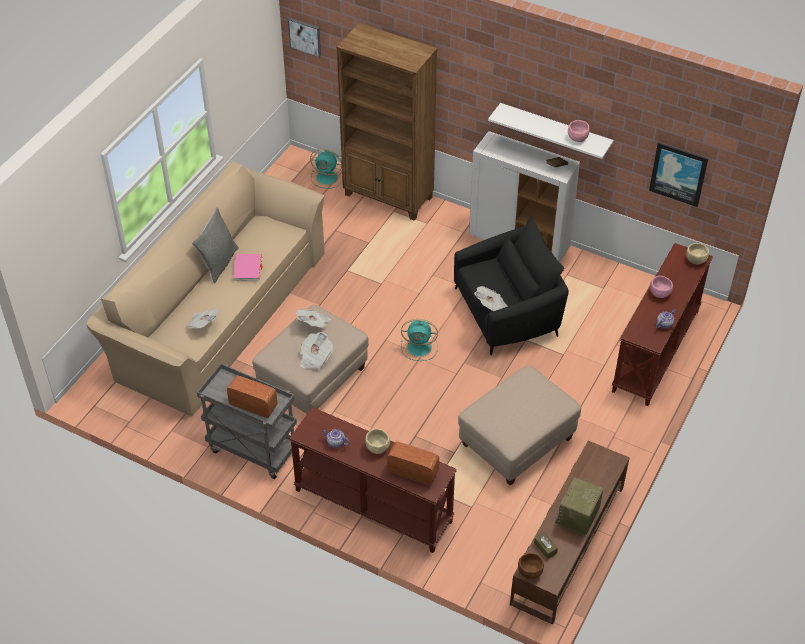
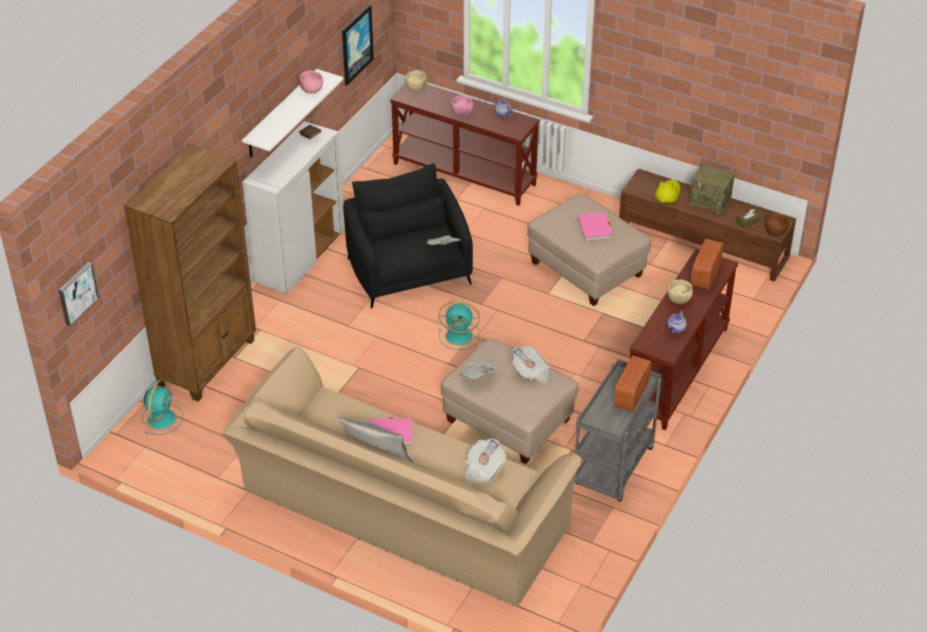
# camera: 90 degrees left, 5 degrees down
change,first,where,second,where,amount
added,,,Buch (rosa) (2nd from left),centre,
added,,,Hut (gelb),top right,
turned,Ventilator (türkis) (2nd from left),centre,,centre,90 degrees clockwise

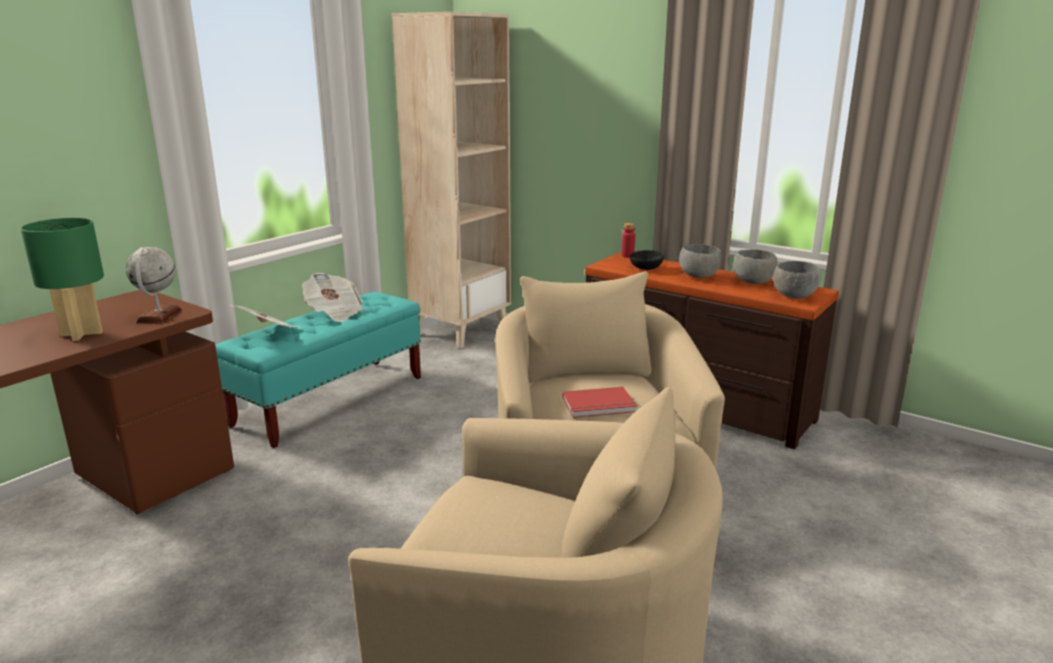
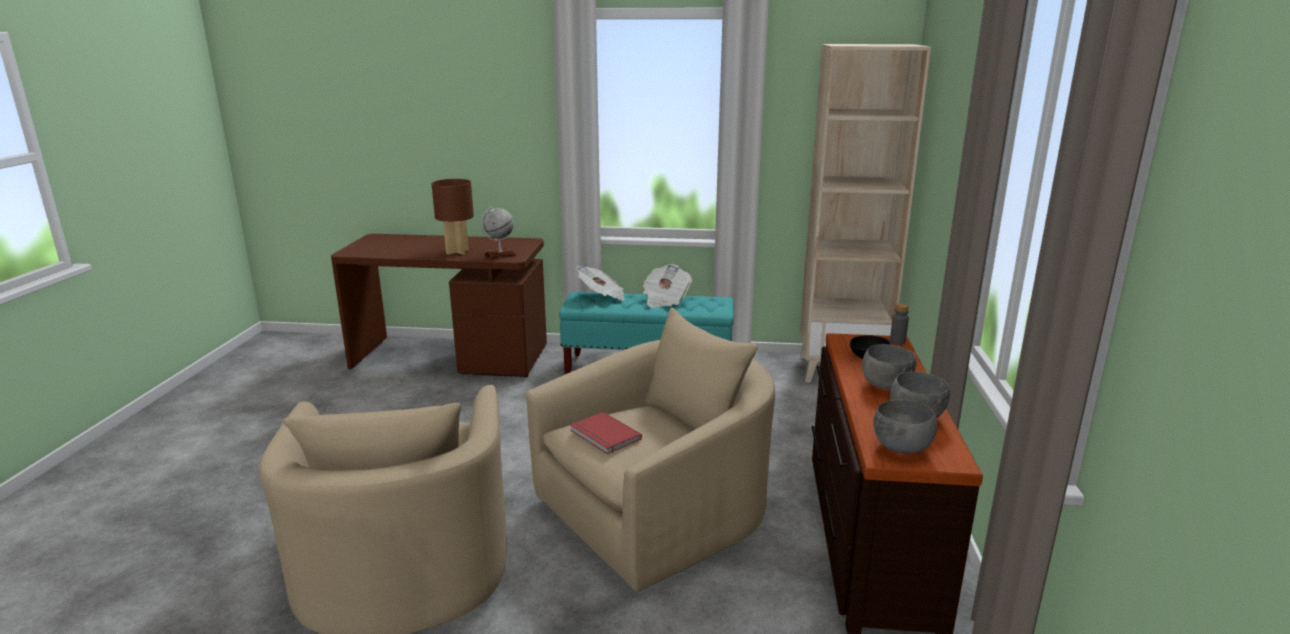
# camera: 60 degrees right, 0 degrees up
change,first,where,second,where,amount
recoloured,Tischlampe (grün),middle left,Tischlampe (braun),centre,
recoloured,Flasche (rot),centre,Flasche (grau),middle right,

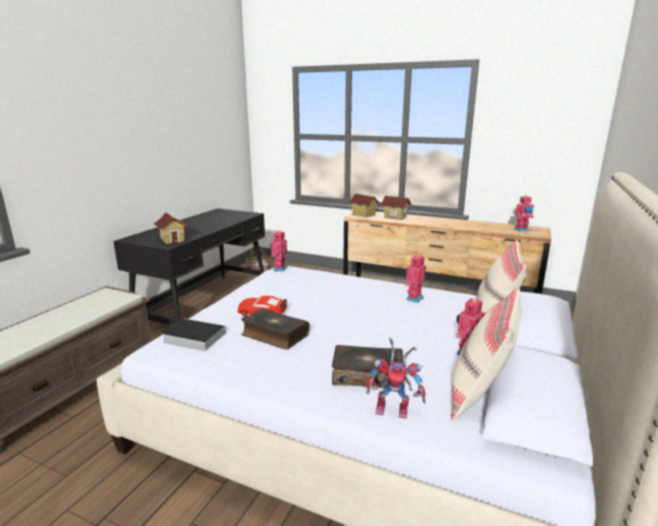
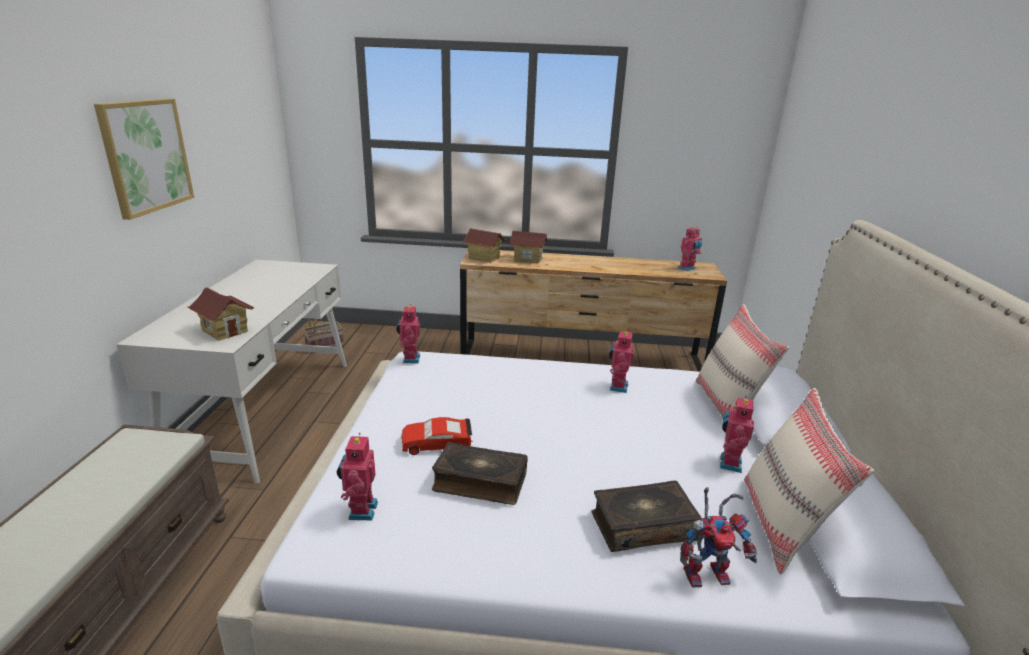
# camera: 20 degrees left, 5 degrees up
change,first,where,second,where,amount
added,,,Bild,top left,
replaced,Buch (1st from left),middle left,Spielzeugroboter (1st from left),bottom centre,
recoloured,Schreibtisch (schwarz),middle left,Schreibtisch (weiß),middle left,

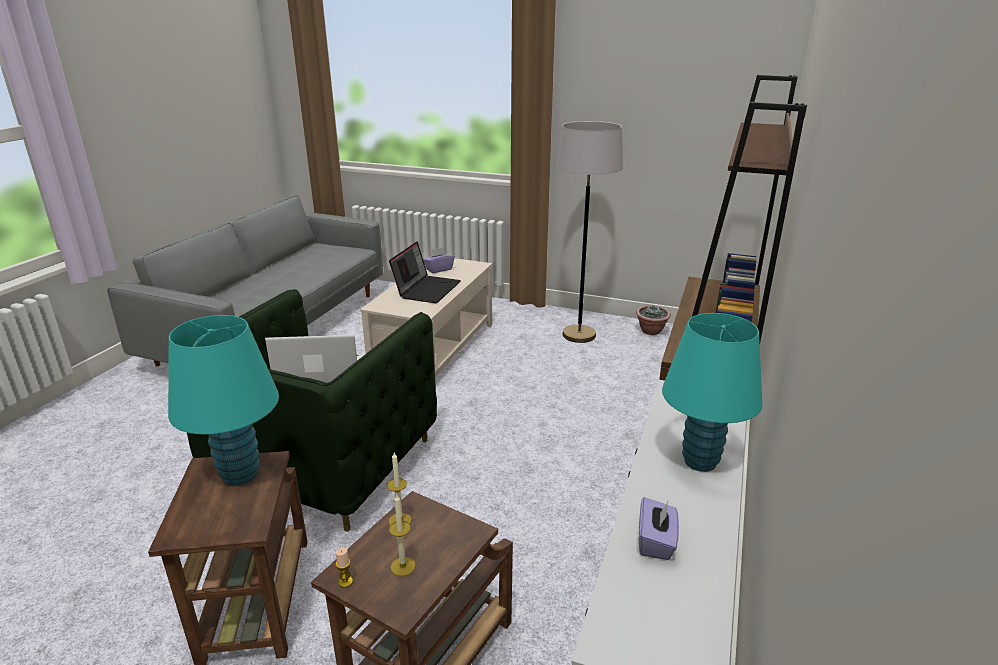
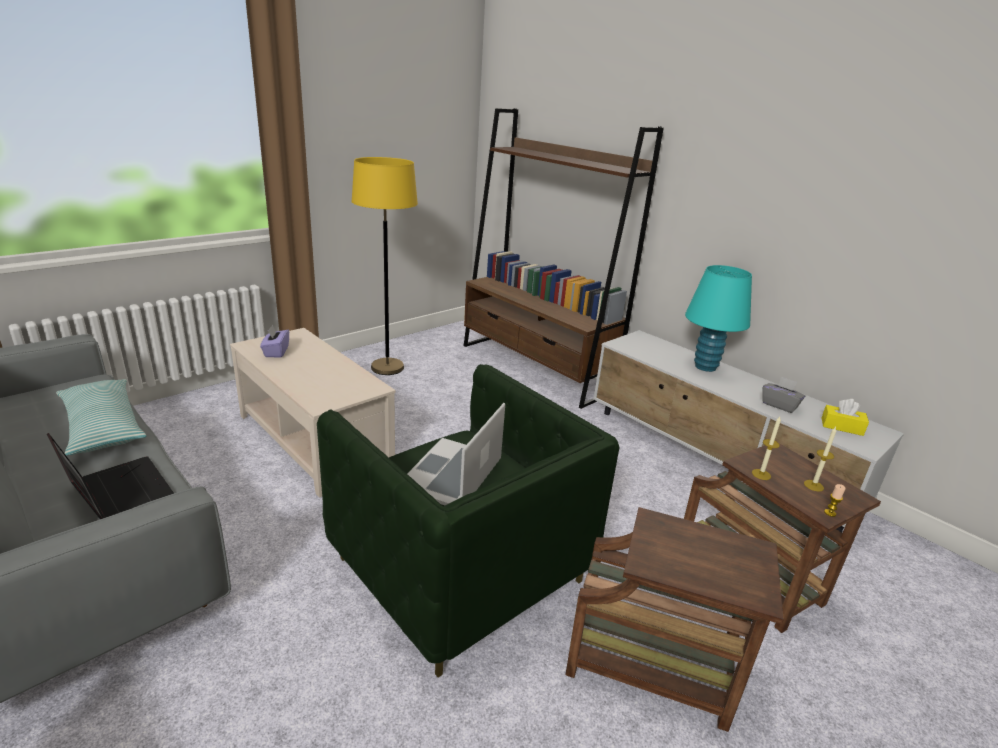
# camera: 65 degrees left, 0 degrees up
change,first,where,second,where,amount
removed,Tischlampe (türkis) (1st from left),middle left,,,
removed,Topfpflanze,centre,,,
added,,,Kissen,middle left,
added,,,Taschentuchbox (gelb),middle right,
moved,Laptop (2nd from left in the first image),centre,Laptop (1st from left),middle left,
recoloured,Stehlampe (grau),centre,Stehlampe (gelb),centre,
recoloured,Taschentuchbox (lila) (2nd from left),bottom centre,Taschentuchbox (grau),middle right,

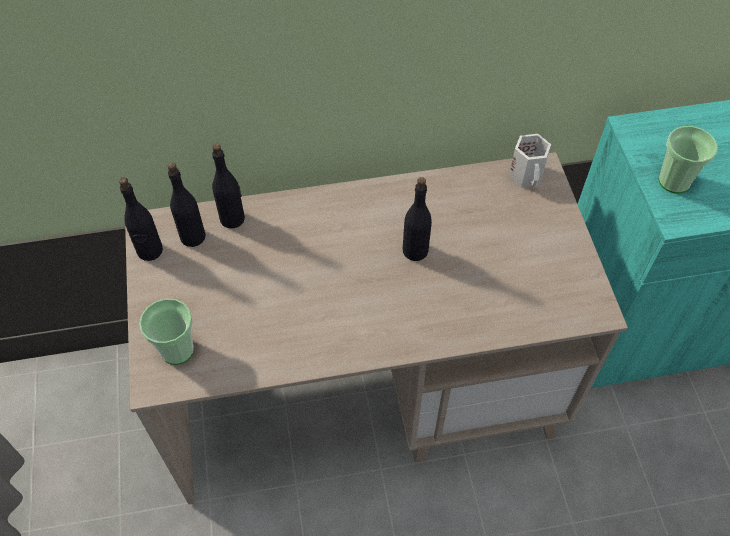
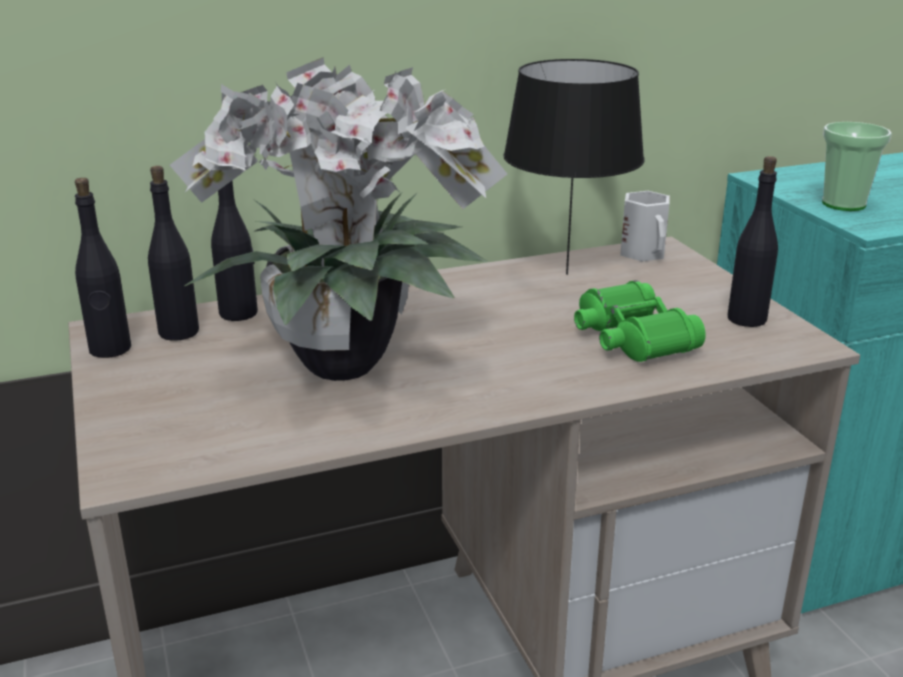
# camera: 10 degrees left, 30 degrees down
change,first,where,second,where,amount
removed,Tasse (1st from left),middle left,,,
added,,,Topfpflanze,top centre,
added,,,Tischlampe (schwarz),top centre,
added,,,Fernglas (grün),middle right,
moved,Flasche (schwarz) (4th from left),centre,,middle right,

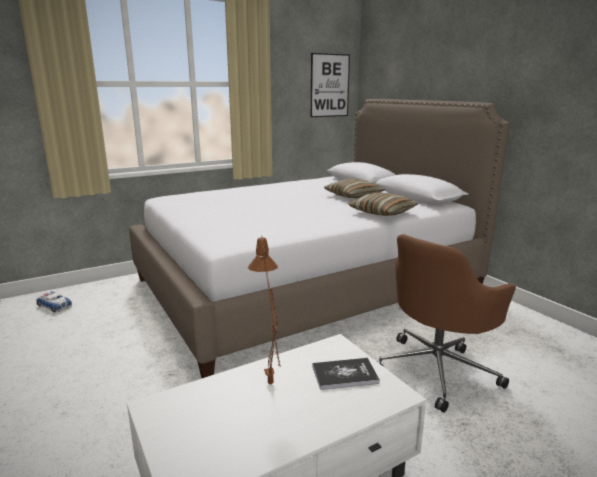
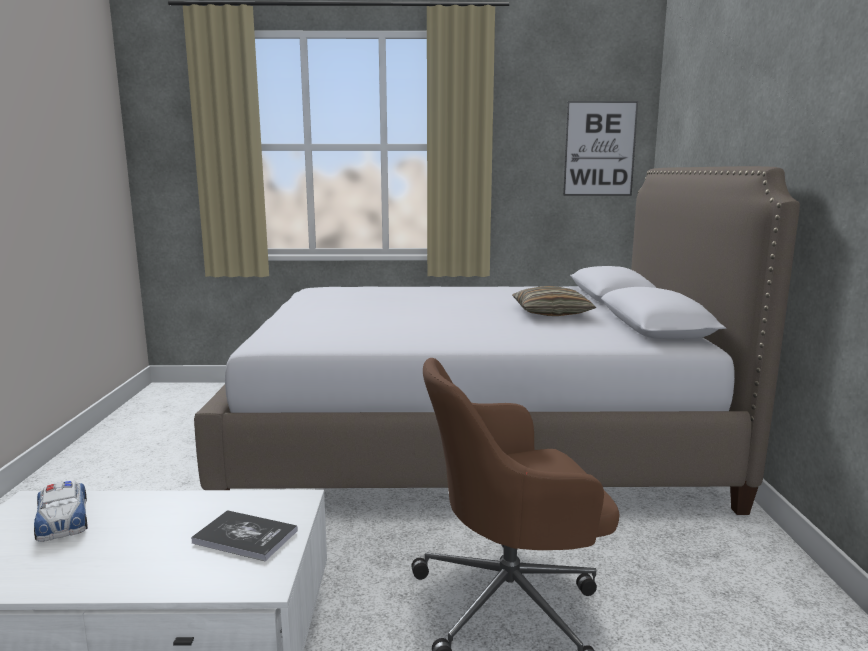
# camera: 30 degrees right, 5 degrees down
change,first,where,second,where,amount
removed,Tischlampe (braun),centre,,,
removed,Kissen (2nd from left),centre,,,
moved,Spielzeugauto,middle left,,bottom left,

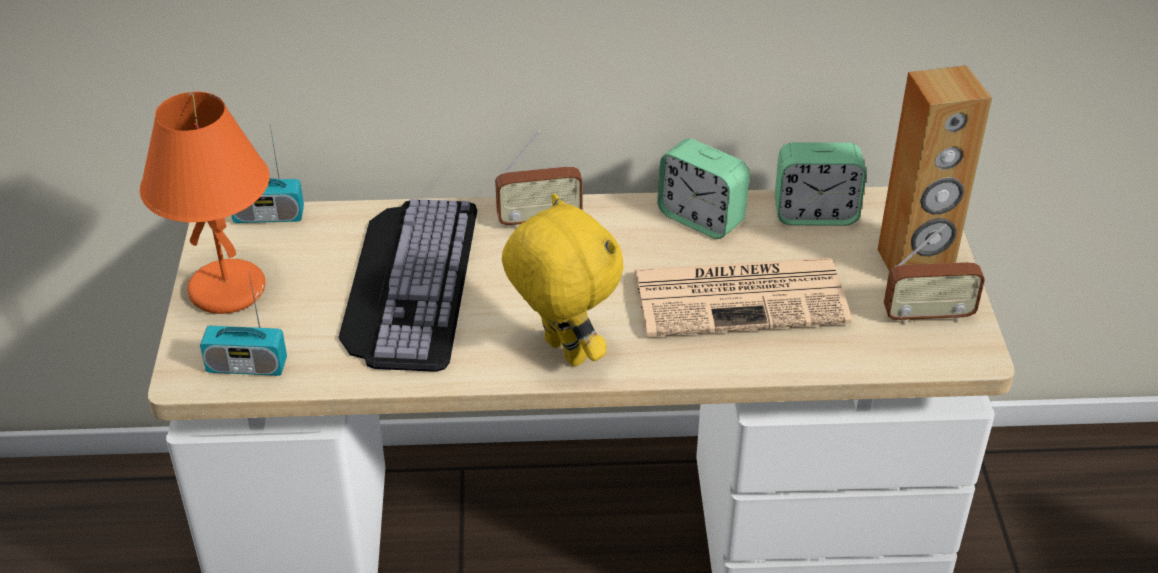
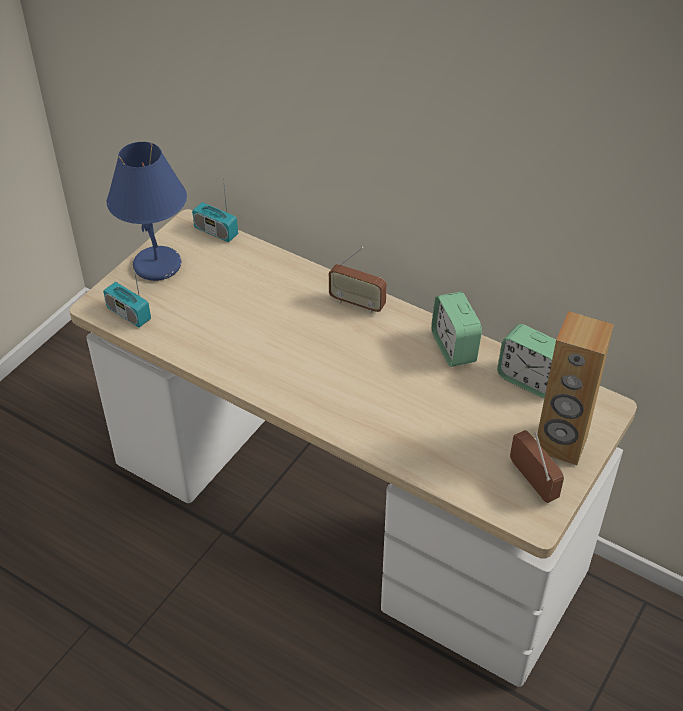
# camera: 35 degrees right, 5 degrees up
change,first,where,second,where,amount
removed,Tastatur,centre,,,
removed,Plüschtier (gelb),centre,,,
removed,Zeitung,centre,,,
recoloured,Tischlampe (orange),middle left,Tischlampe (blau),top left,
turned,Radio (4th from left),middle right,,middle right,150 degrees counterclockwise

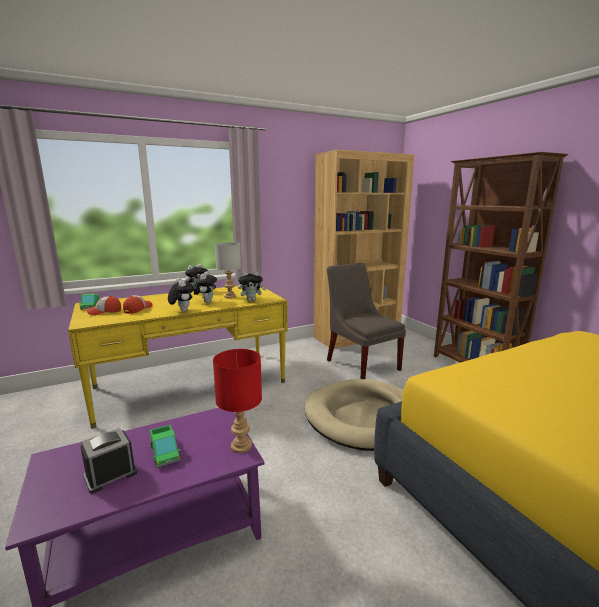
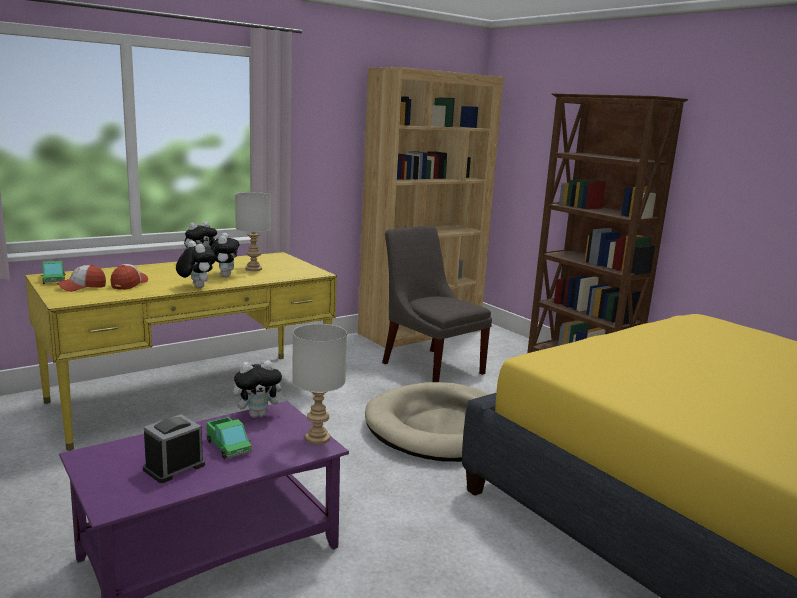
# camera: 10 degrees left, 0 degrees up
change,first,where,second,where,amount
moved,Plüschtier (4th from left),centre,,middle left,
recoloured,Tischlampe (rot),centre,Tischlampe (grau) (2nd from left),centre,

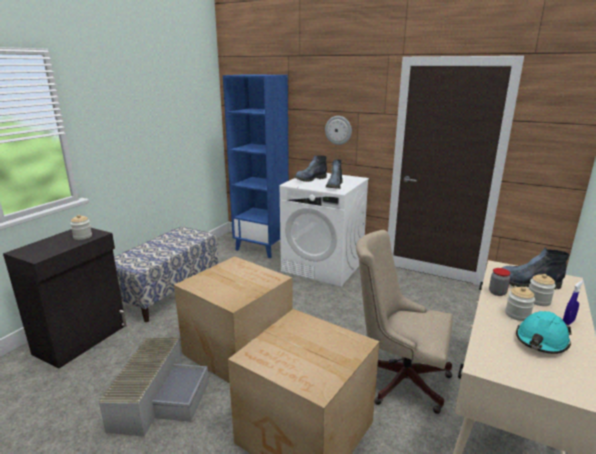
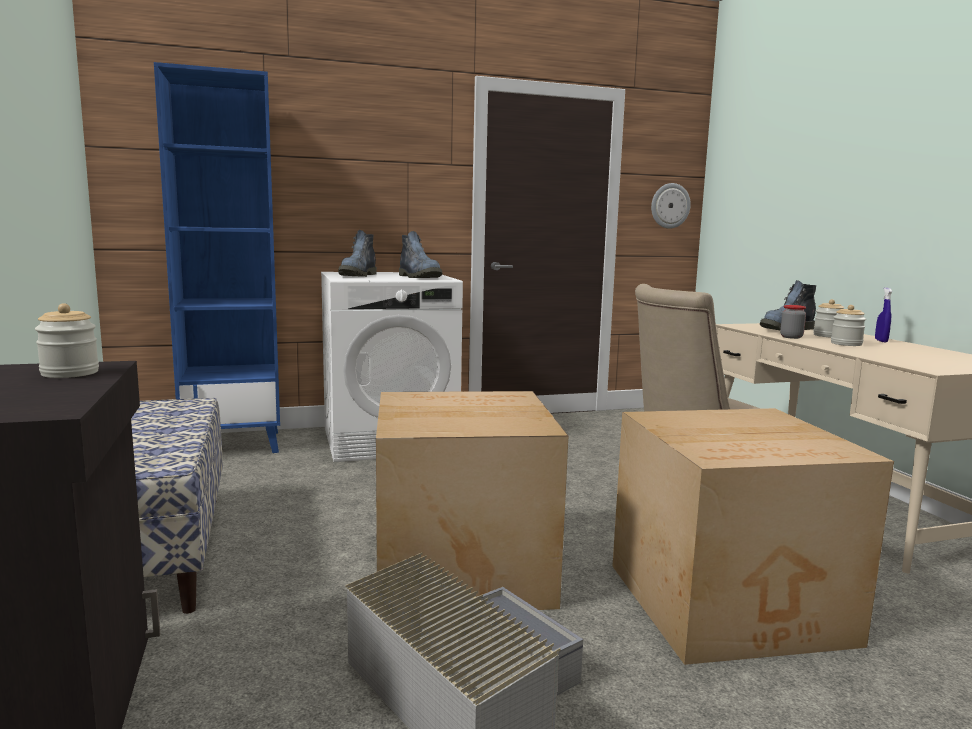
# camera: 45 degrees left, 10 degrees down
change,first,where,second,where,amount
removed,Schutzhelm (türkis),bottom right,,,
moved,Wanduhr,top centre,,top right,

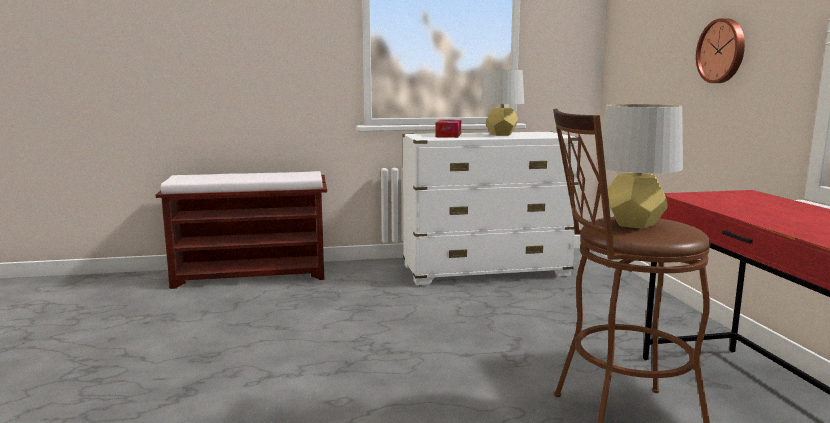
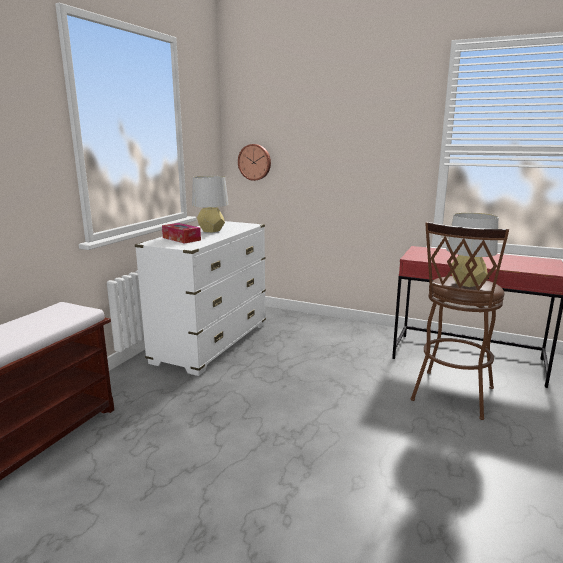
# camera: 55 degrees left, 5 degrees up
change,first,where,second,where,amount
moved,Wanduhr,top right,,top centre,

